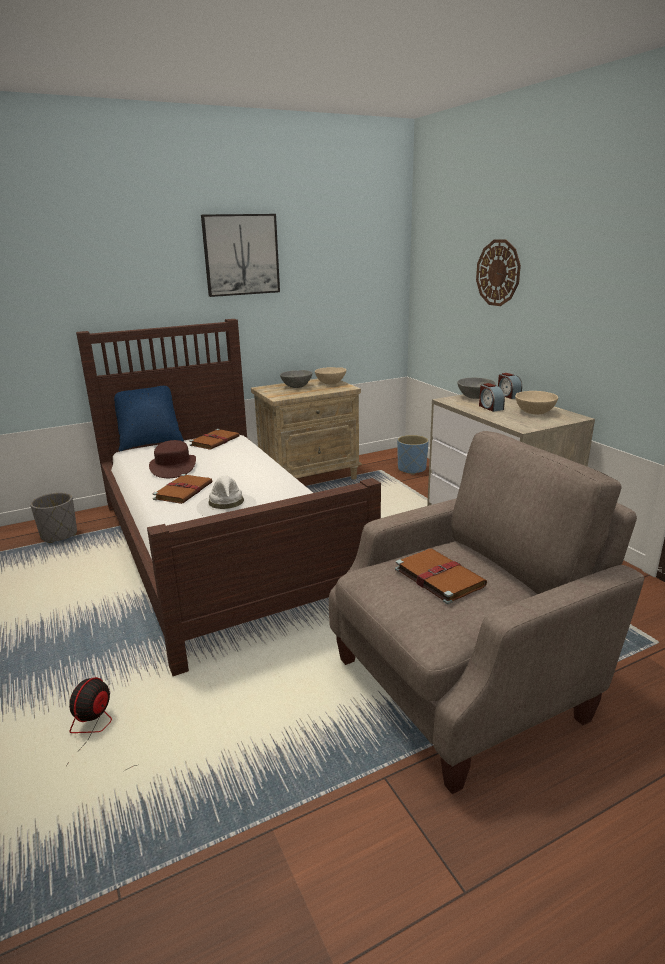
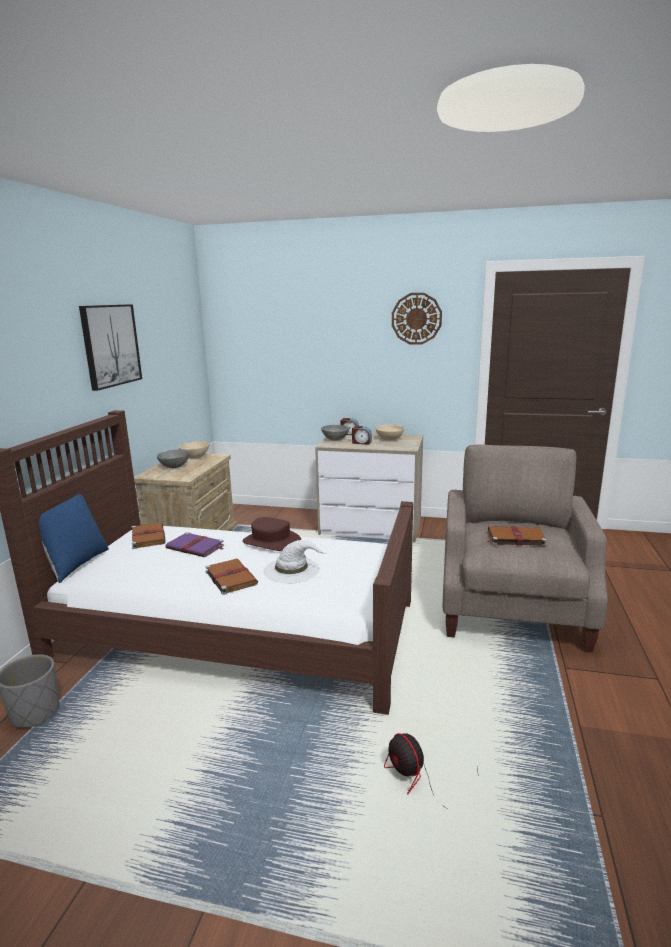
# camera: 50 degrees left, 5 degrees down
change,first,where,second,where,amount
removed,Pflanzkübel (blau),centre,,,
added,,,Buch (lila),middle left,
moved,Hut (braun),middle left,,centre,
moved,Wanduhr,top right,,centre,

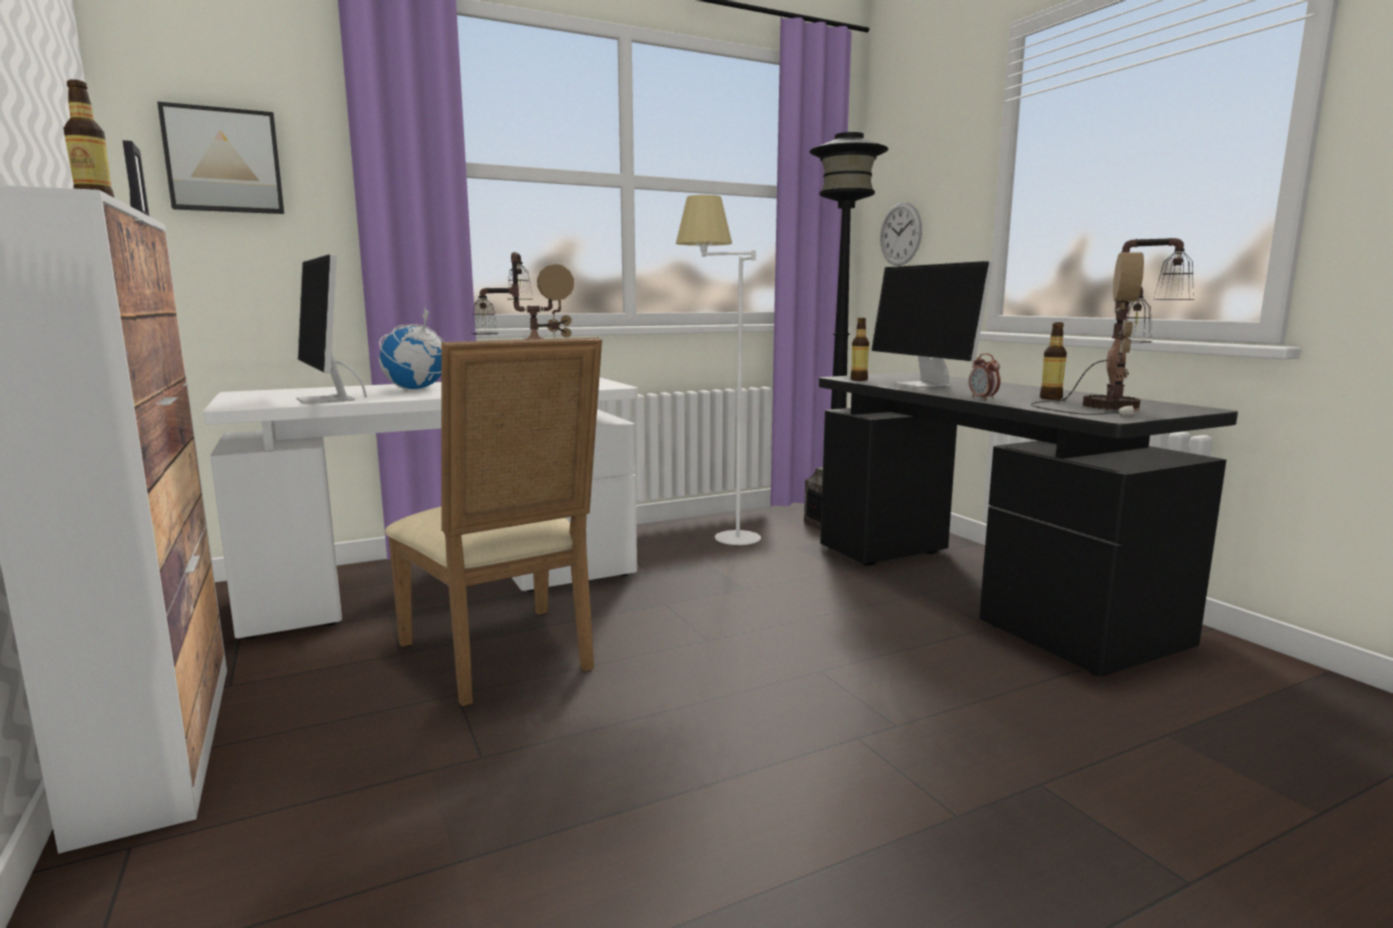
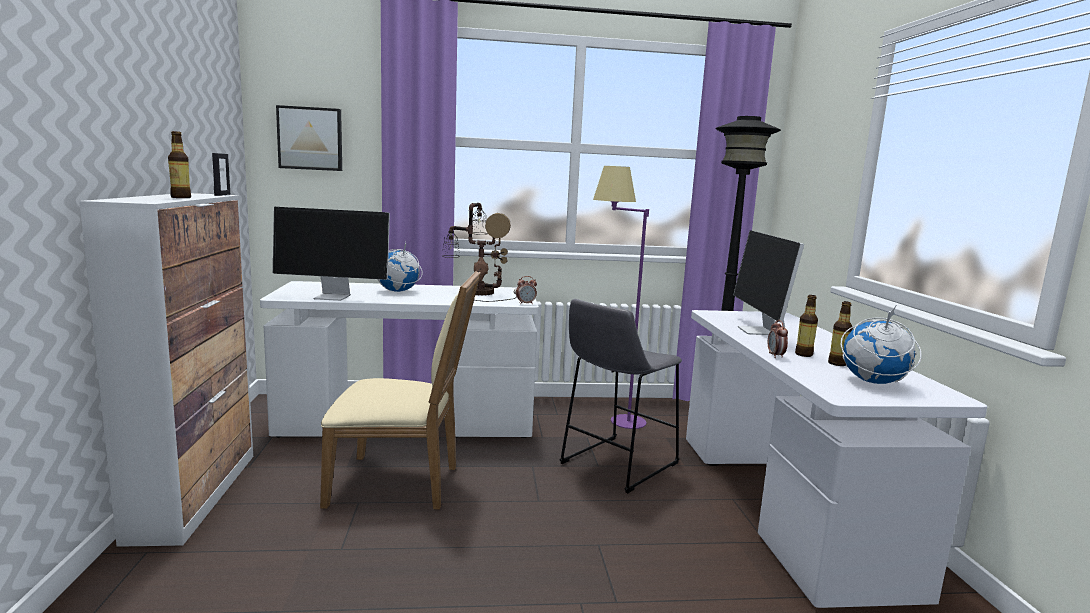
# camera: 20 degrees right, 0 degrees up
change,first,where,second,where,amount
removed,Wanduhr,top centre,,,
added,,,Wecker (1st from left),centre,
added,,,Hocker (grau),centre,
moved,Flasche (2nd from left),centre,,middle right,
replaced,Tischlampe (2nd from left),middle right,Globus (2nd from left),middle right,
recoloured,Stehlampe (weiß),centre,Stehlampe (lila),centre,
recoloured,Schreibtisch (schwarz),middle right,Schreibtisch (weiß) (2nd from left),bottom right,
turned,Monitor (1st from left),middle left,,middle left,75 degrees counterclockwise
turned,Stuhl (beige),centre,,centre,75 degrees counterclockwise

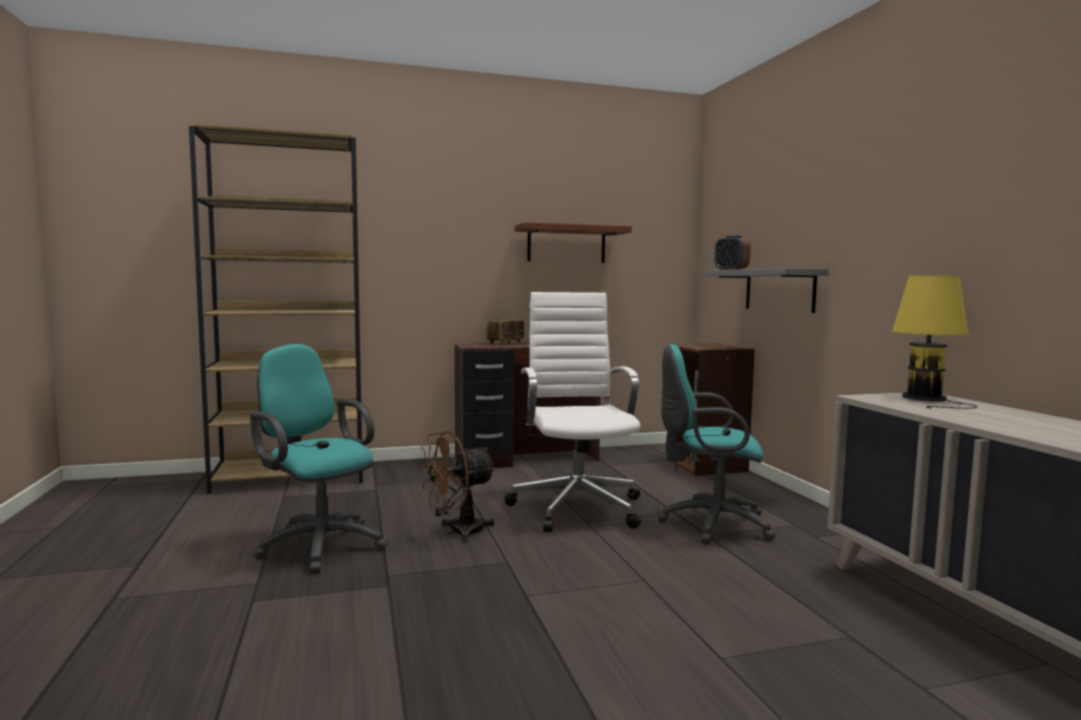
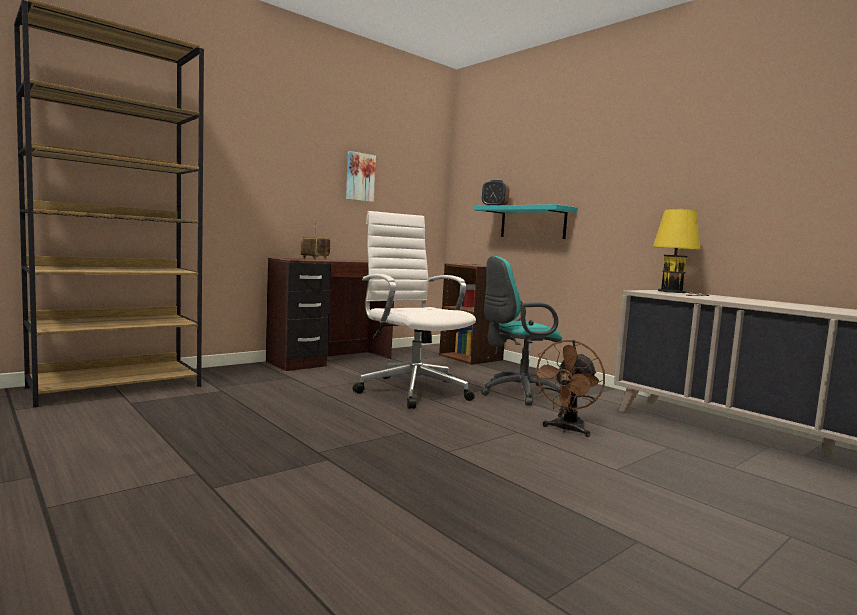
# camera: 25 degrees left, 0 degrees up
change,first,where,second,where,amount
removed,Bürostuhl (türkis) (1st from left),middle left,,,
moved,Ventilator (braun),bottom centre,,centre,
replaced,Wandregal (braun),centre,Bild,top centre,
recoloured,Wandregal (grau),middle right,Wandregal (türkis),centre,

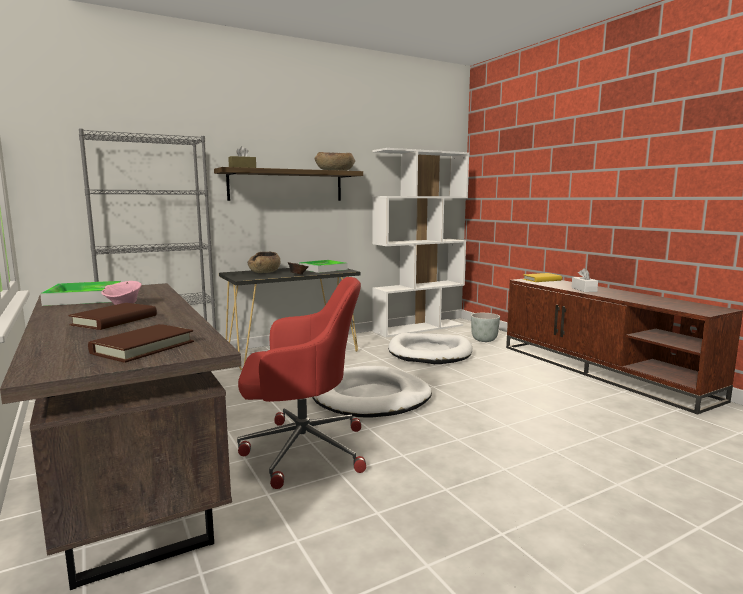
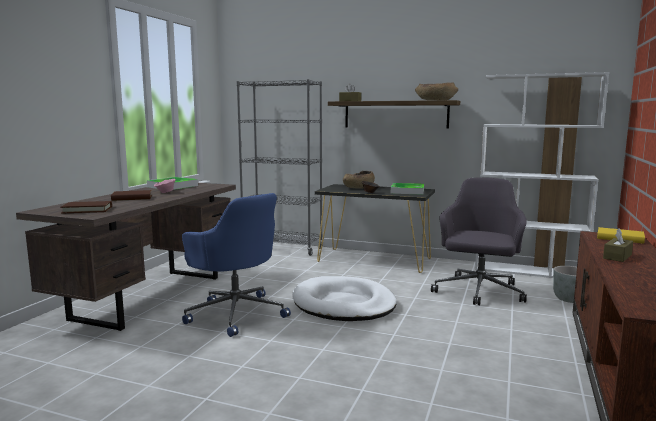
# camera: 50 degrees right, 0 degrees up
change,first,where,second,where,amount
replaced,Hundebett (weiß) (2nd from left),centre,Bürostuhl (grau),middle right,
recoloured,Bürostuhl (rot),centre,Bürostuhl (blau),centre,
recoloured,Taschentuchbox (weiß),middle right,Taschentuchbox (braun) (2nd from left),middle right,

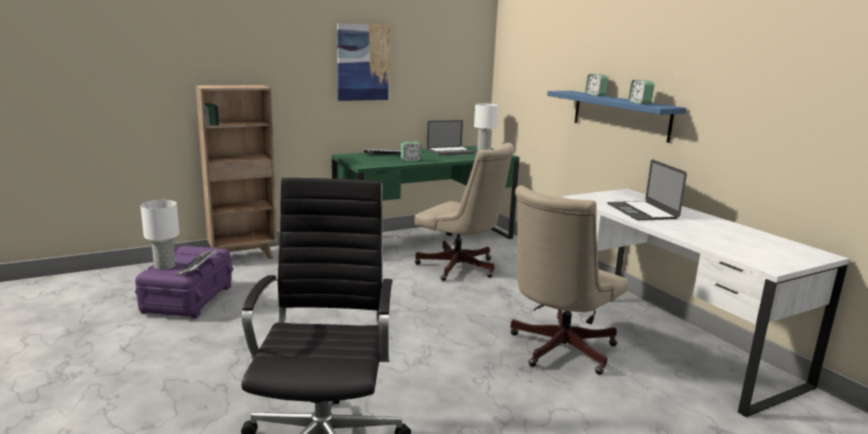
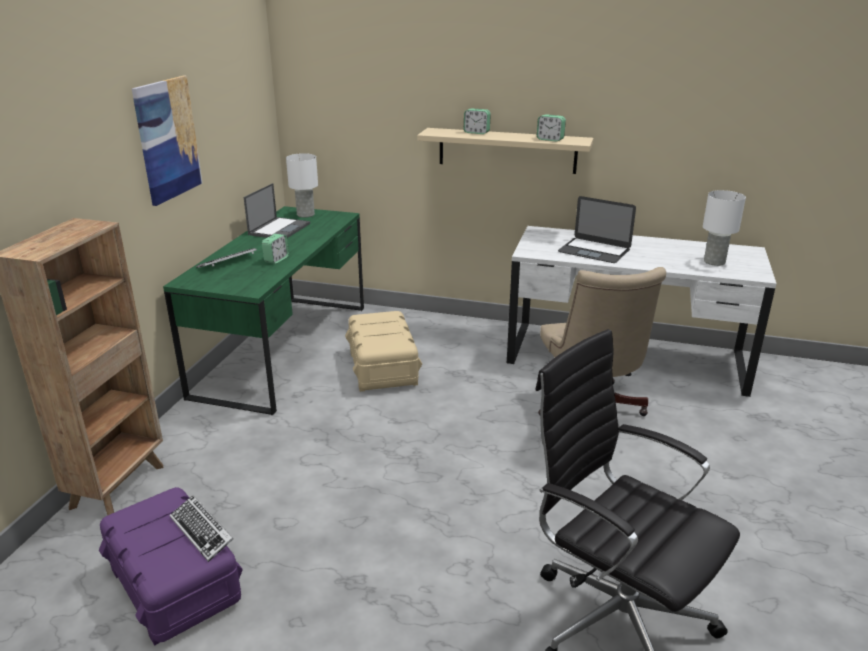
# camera: 45 degrees left, 10 degrees up
change,first,where,second,where,amount
moved,Tischlampe (weiß) (1st from left in the first image),middle left,Tischlampe (weiß) (2nd from left),middle right,
replaced,Bürostuhl (beige) (1st from left),centre,Aufbewahrungsbox (beige),centre,
recoloured,Wandregal (blau),top right,Wandregal (beige),top centre,

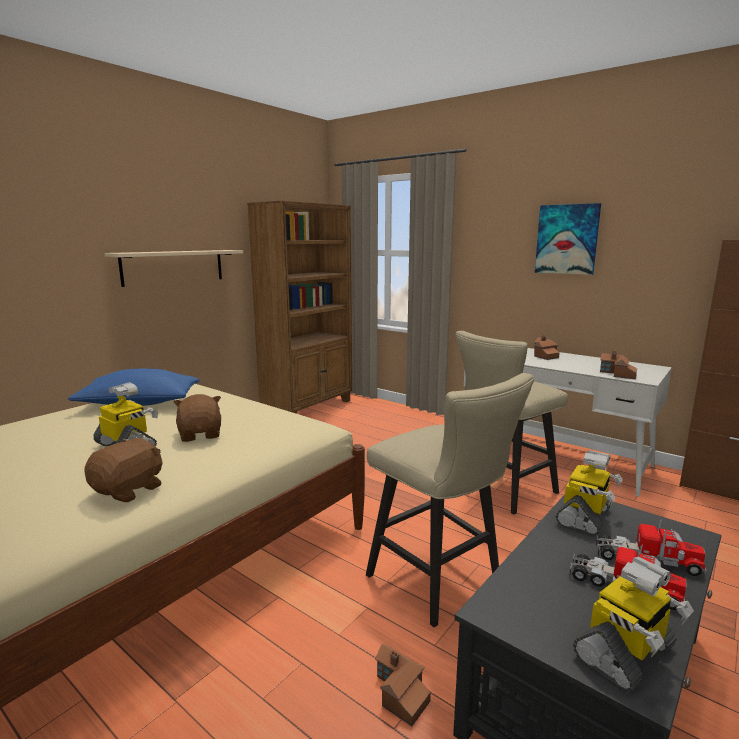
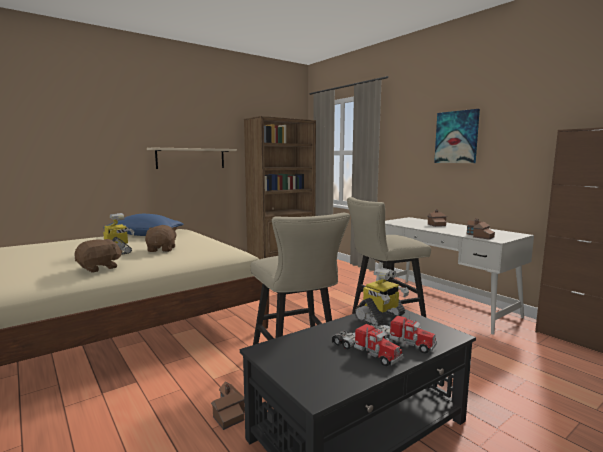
# camera: 15 degrees right, 5 degrees down
change,first,where,second,where,amount
removed,Spielzeugroboter (3rd from left),bottom right,,,

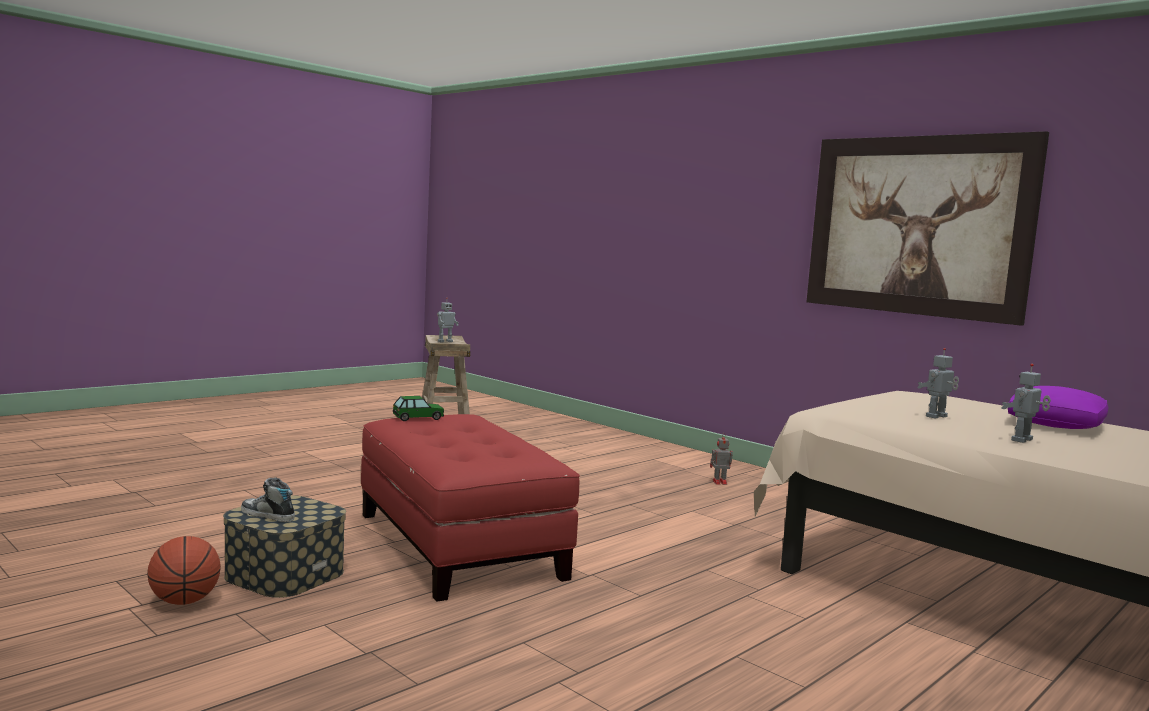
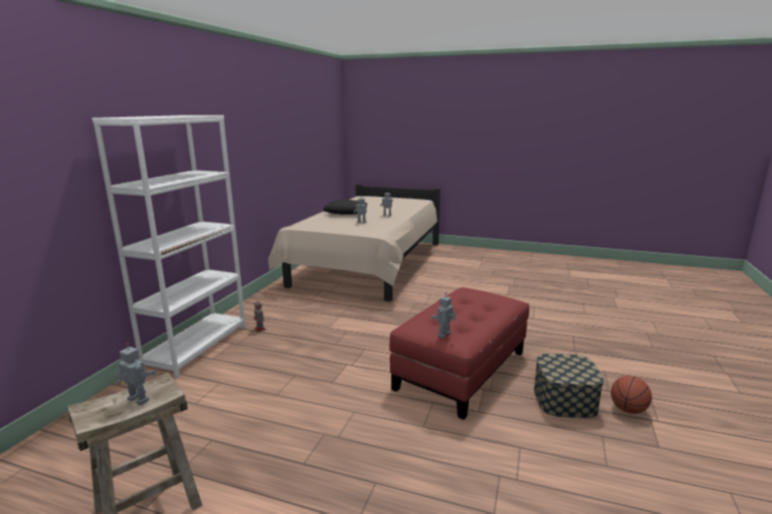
# camera: 115 degrees left, 10 degrees up
change,first,where,second,where,amount
removed,Schuh,bottom left,,,
removed,Bild,top right,,,
added,,,Bücherregal (weiß),middle left,
replaced,Spielzeugauto,centre,Spielzeugroboter (5th from left),centre,
recoloured,Kissen (lila),middle right,Kissen (schwarz),centre,

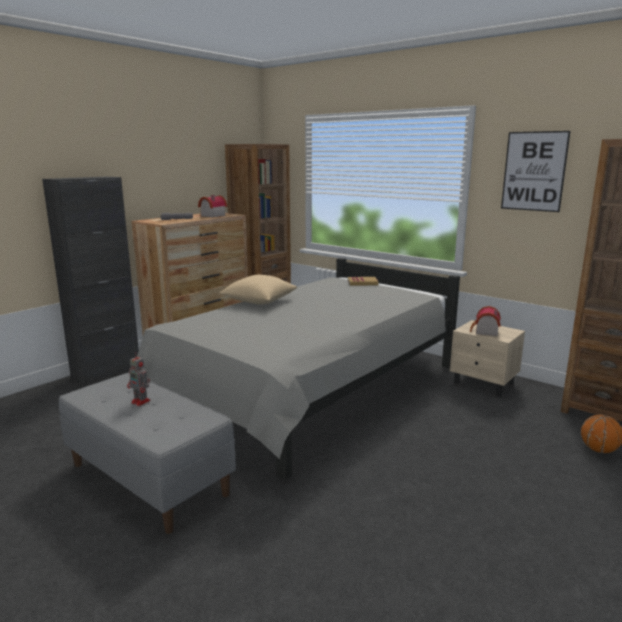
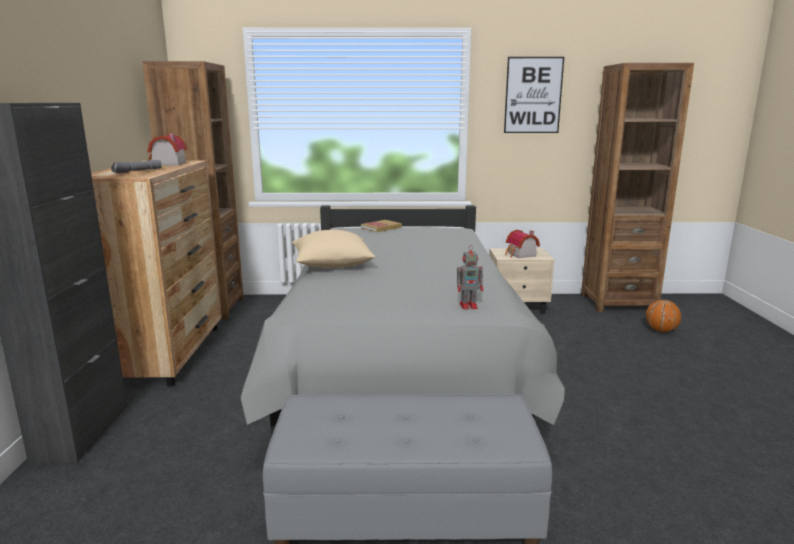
# camera: 40 degrees left, 0 degrees up
change,first,where,second,where,amount
moved,Spielzeugroboter,middle left,,centre,

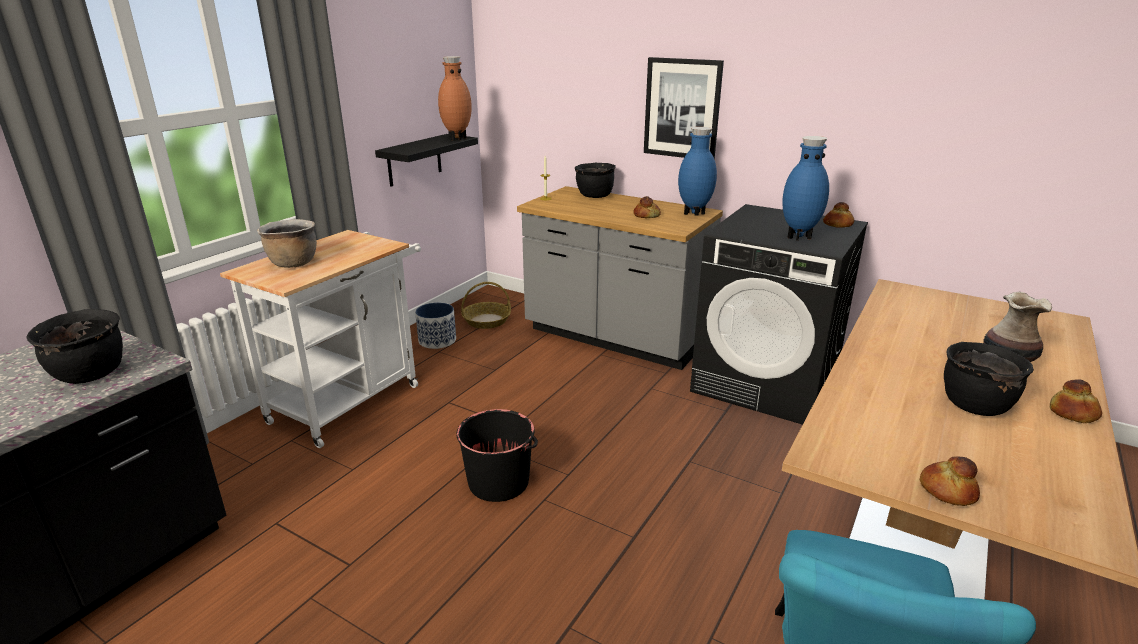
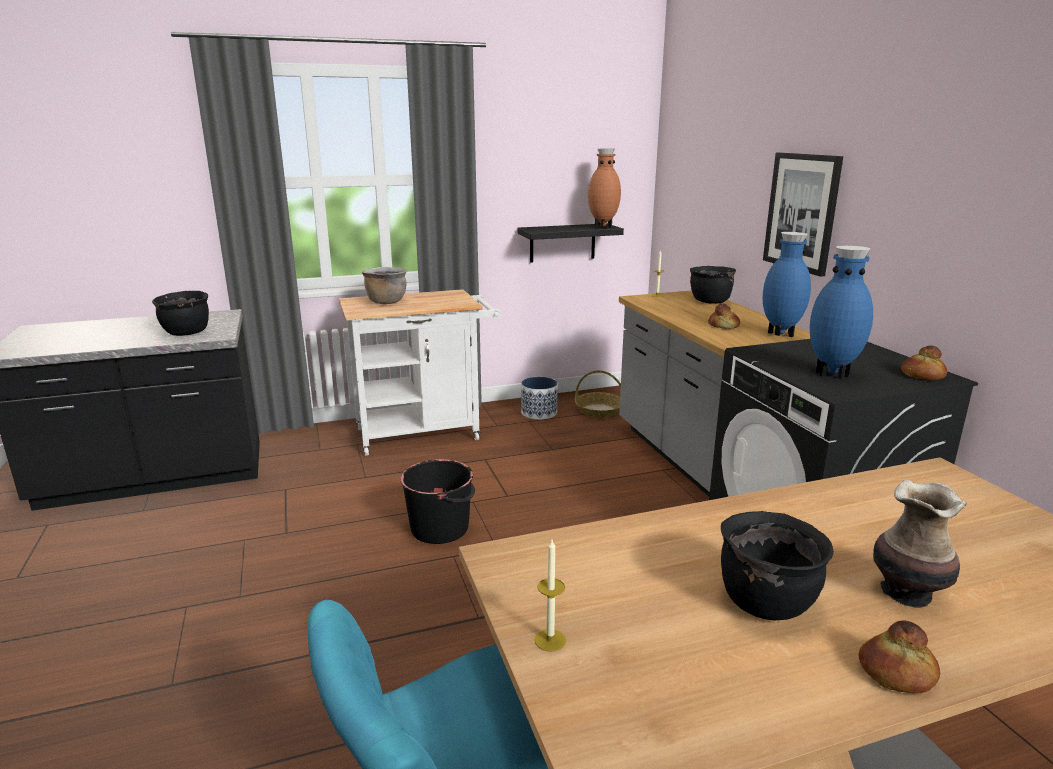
# camera: 40 degrees right, 5 degrees down
change,first,where,second,where,amount
replaced,Brot (3rd from left),bottom right,Kerze (1st from left),bottom centre,

